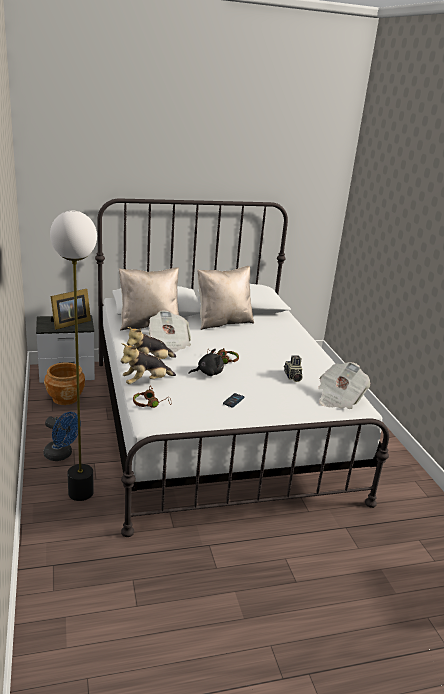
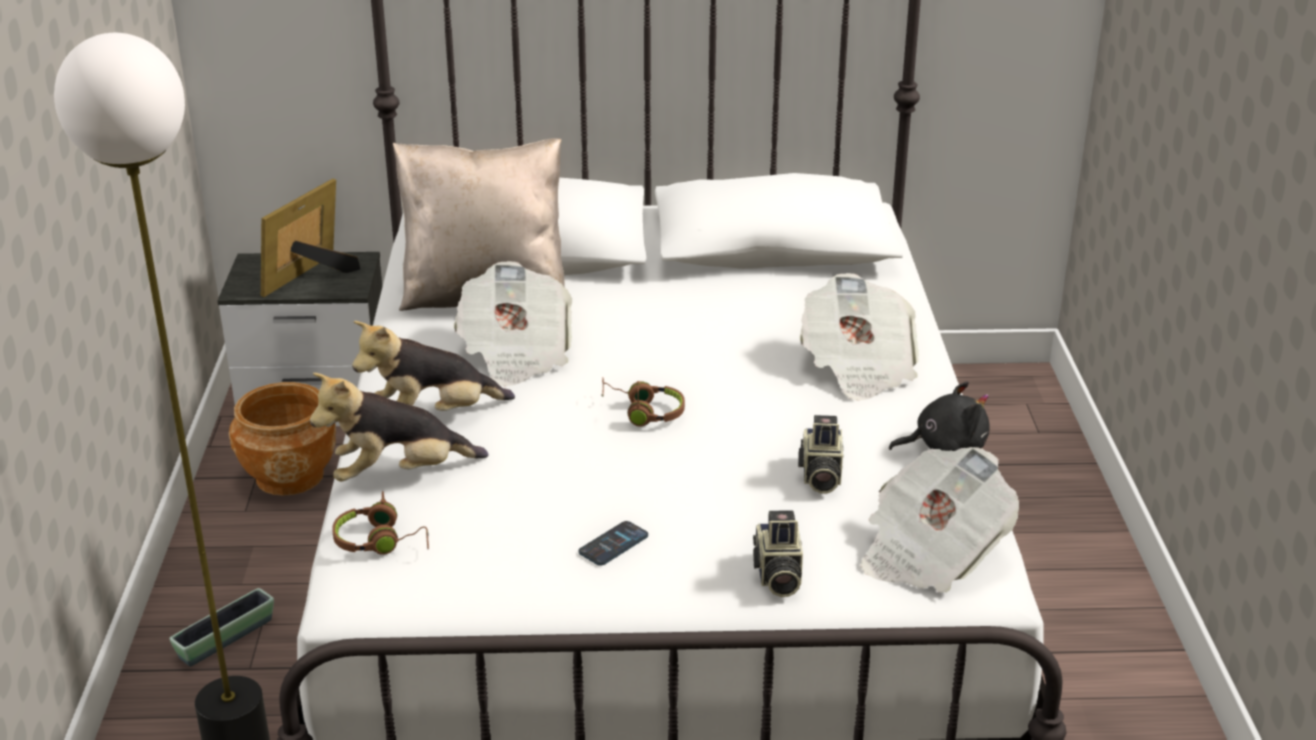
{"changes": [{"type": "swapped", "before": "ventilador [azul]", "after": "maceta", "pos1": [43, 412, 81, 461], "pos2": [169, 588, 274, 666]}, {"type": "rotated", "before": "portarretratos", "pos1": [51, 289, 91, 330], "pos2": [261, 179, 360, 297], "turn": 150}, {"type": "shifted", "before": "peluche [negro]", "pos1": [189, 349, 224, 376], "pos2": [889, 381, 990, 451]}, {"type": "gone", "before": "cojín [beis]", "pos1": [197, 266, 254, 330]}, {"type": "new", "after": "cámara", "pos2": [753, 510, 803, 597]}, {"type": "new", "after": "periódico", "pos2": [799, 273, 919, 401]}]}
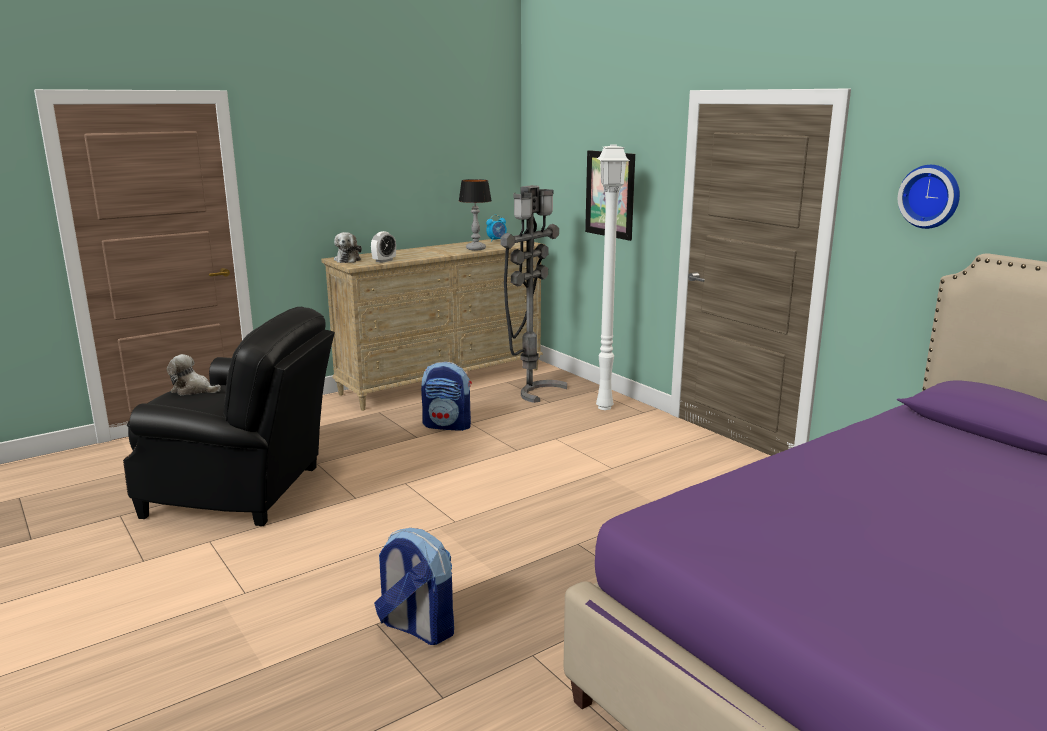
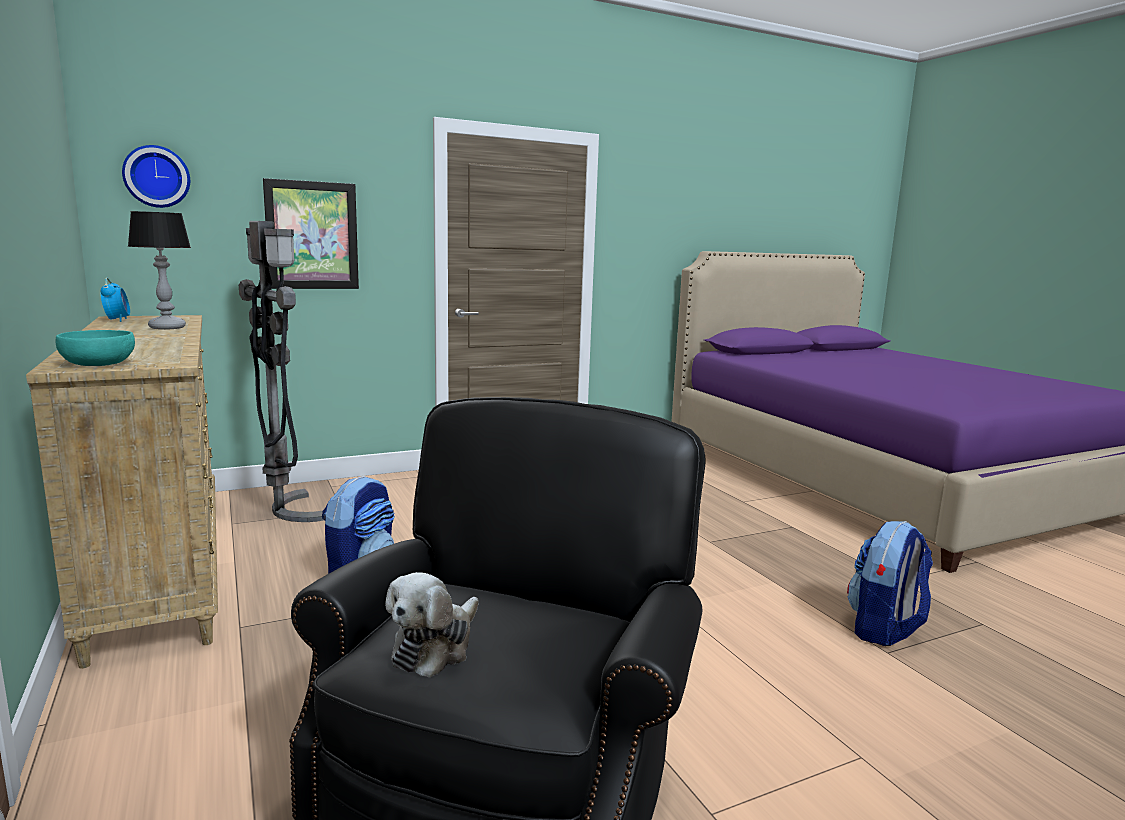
{"changes": [{"type": "swapped", "before": "peluche", "after": "cuenco [turquesa]", "pos1": [334, 232, 362, 263], "pos2": [56, 330, 135, 366]}, {"type": "gone", "before": "despertador", "pos1": [371, 231, 396, 263]}, {"type": "gone", "before": "lámpara de pie [blanco]", "pos1": [596, 144, 630, 410]}, {"type": "shifted", "before": "reloj de pared", "pos1": [898, 165, 960, 229], "pos2": [122, 145, 190, 208]}]}
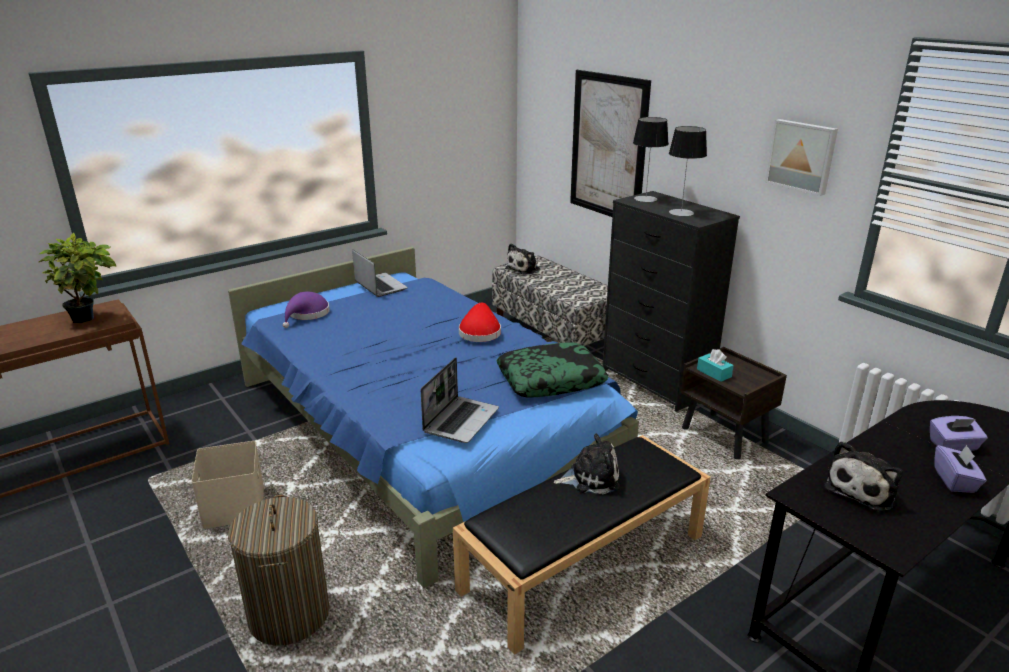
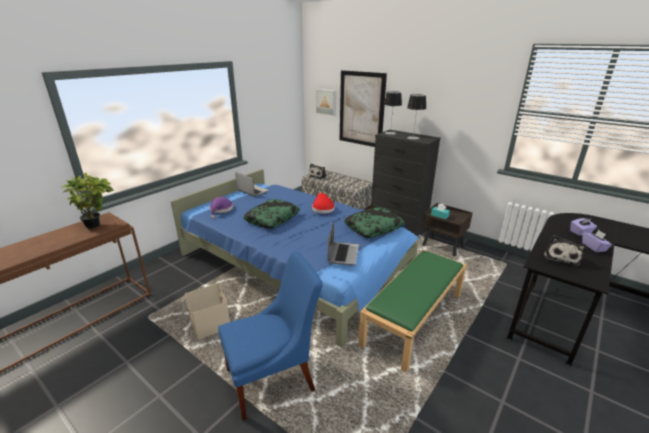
{"changes": [{"type": "swapped", "before": "cesto de la ropa", "after": "silla [azul]", "pos1": [228, 495, 330, 646], "pos2": [218, 251, 323, 421]}, {"type": "repainted", "before": "banco [negro]", "after": "banco [verde]", "pos1": [453, 435, 711, 655], "pos2": [358, 250, 467, 373]}, {"type": "gone", "before": "peluche", "pos1": [553, 434, 620, 494]}, {"type": "shifted", "before": "cuadro", "pos1": [765, 119, 838, 196], "pos2": [315, 89, 336, 116]}, {"type": "new", "after": "cojín", "pos2": [243, 199, 300, 229]}]}
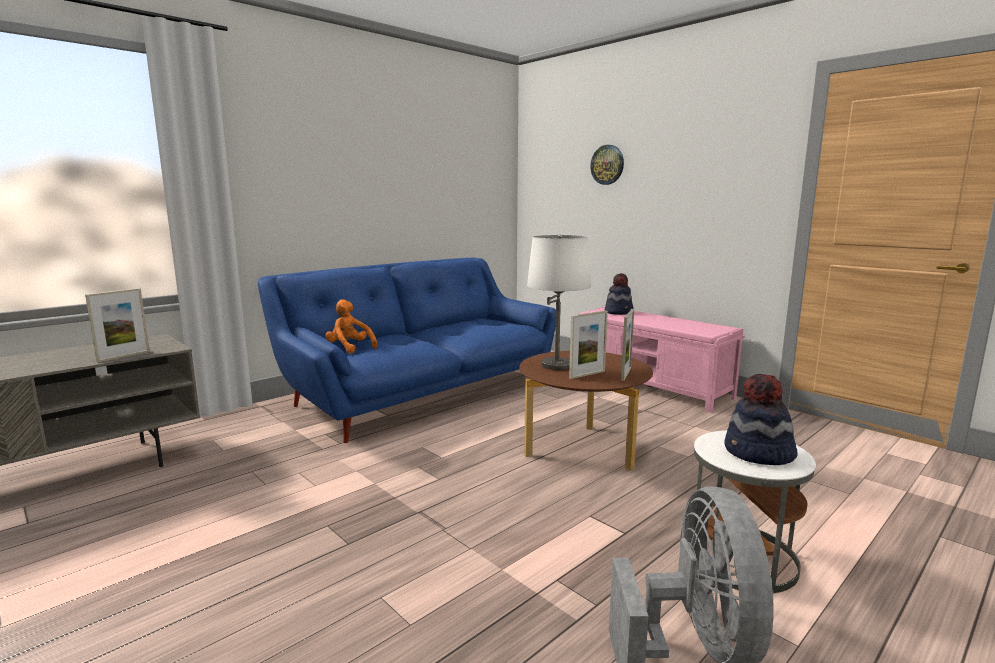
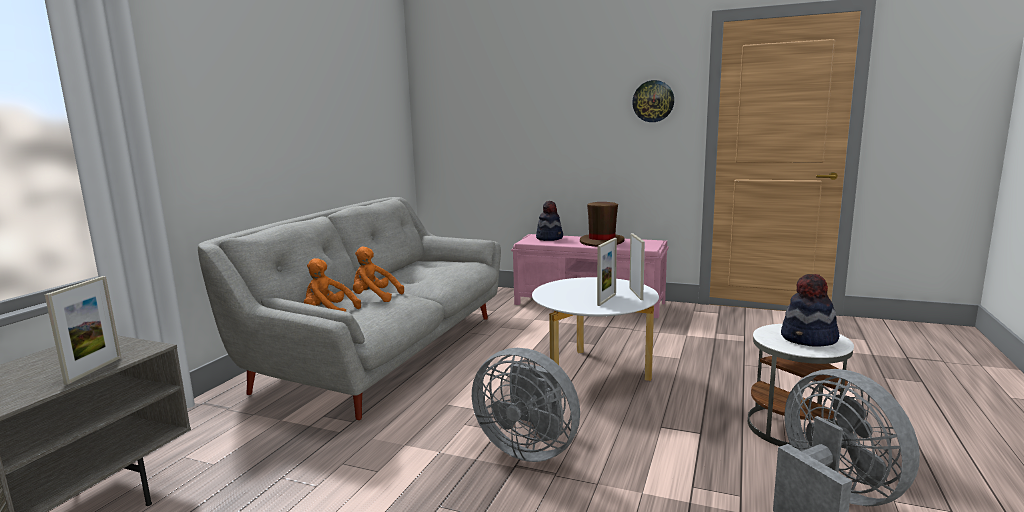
{"changes": [{"type": "repainted", "before": "sofá [azul]", "after": "sofá [gris]", "pos1": [258, 258, 556, 443], "pos2": [198, 197, 501, 420]}, {"type": "repainted", "before": "mesa de centro [marrón]", "after": "mesa de centro [blanco]", "pos1": [519, 351, 653, 471], "pos2": [532, 277, 659, 381]}, {"type": "gone", "before": "lámpara de mesa [blanco]", "pos1": [527, 235, 591, 370]}, {"type": "shifted", "before": "reloj de pared", "pos1": [590, 145, 624, 185], "pos2": [632, 80, 674, 122]}, {"type": "new", "after": "peluche [naranja]", "pos2": [353, 247, 404, 302]}, {"type": "new", "after": "ventilador [gris]", "pos2": [472, 348, 580, 462]}, {"type": "new", "after": "sombrero [marrón]", "pos2": [580, 202, 625, 247]}]}
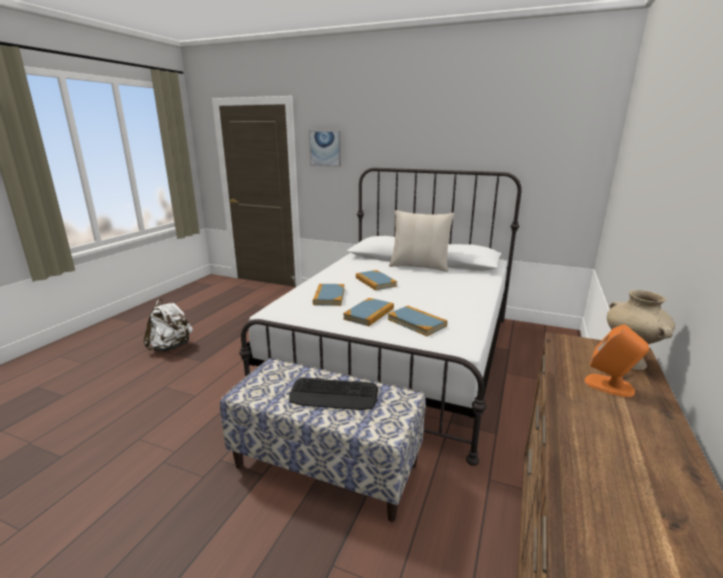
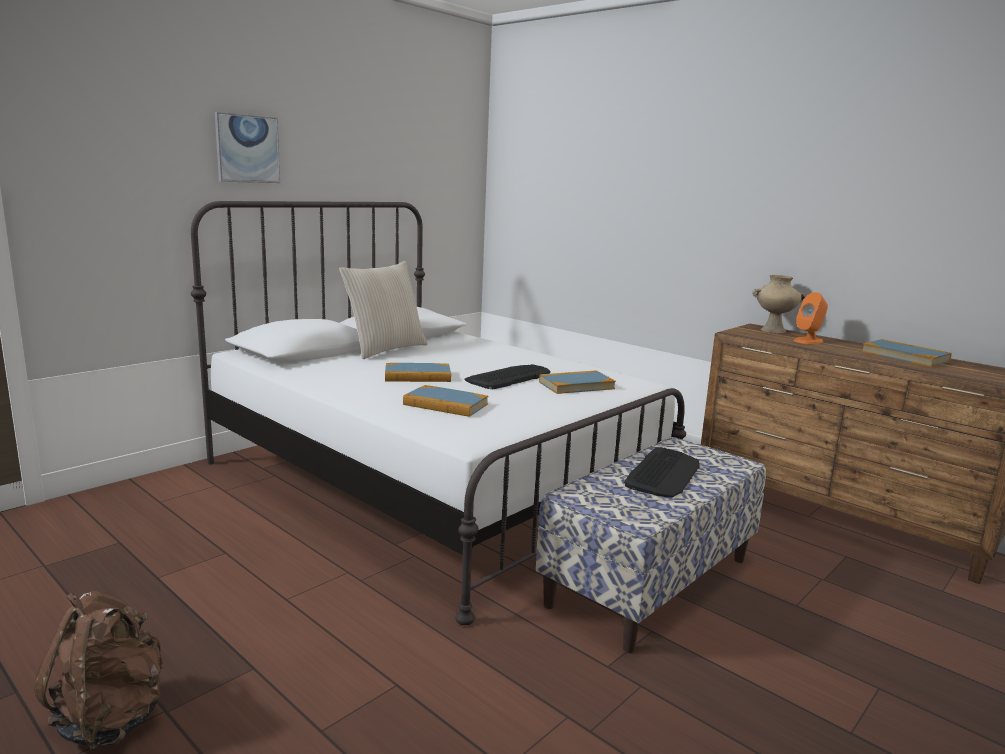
{"changes": [{"type": "repainted", "before": "mochila [blanco]", "after": "mochila [marrón]", "pos1": [144, 299, 193, 351], "pos2": [34, 591, 163, 750]}, {"type": "shifted", "before": "cuadro", "pos1": [309, 131, 341, 167], "pos2": [215, 112, 280, 183]}, {"type": "shifted", "before": "libro", "pos1": [343, 298, 394, 326], "pos2": [862, 339, 952, 367]}, {"type": "new", "after": "teclado", "pos2": [464, 364, 551, 389]}]}
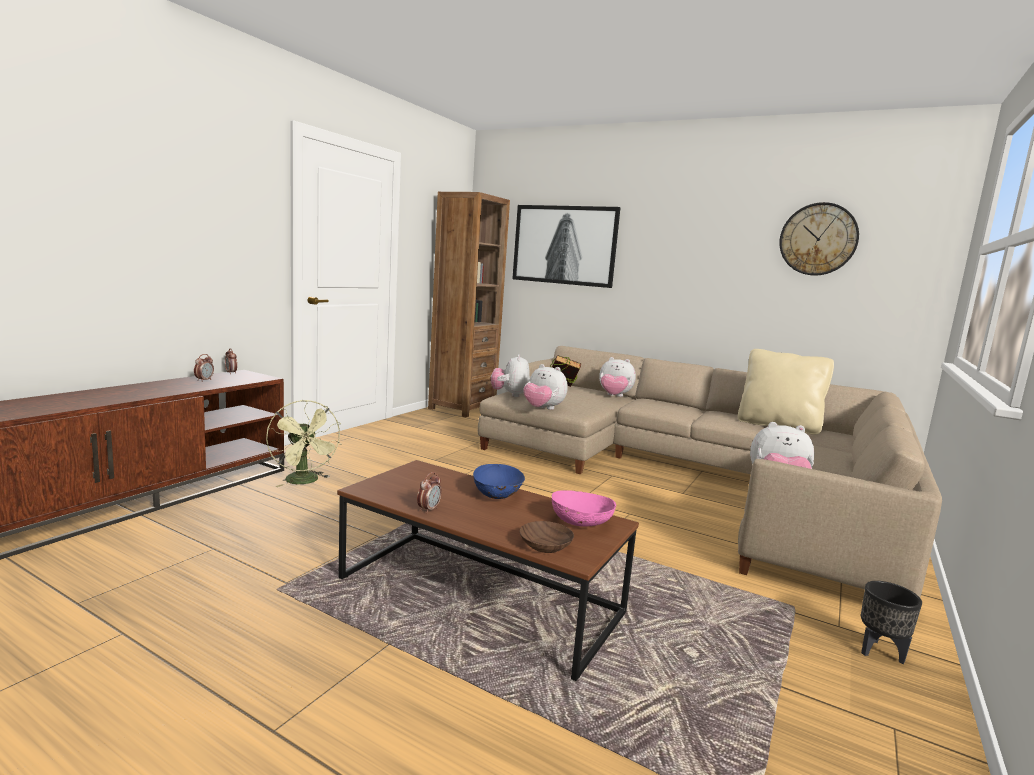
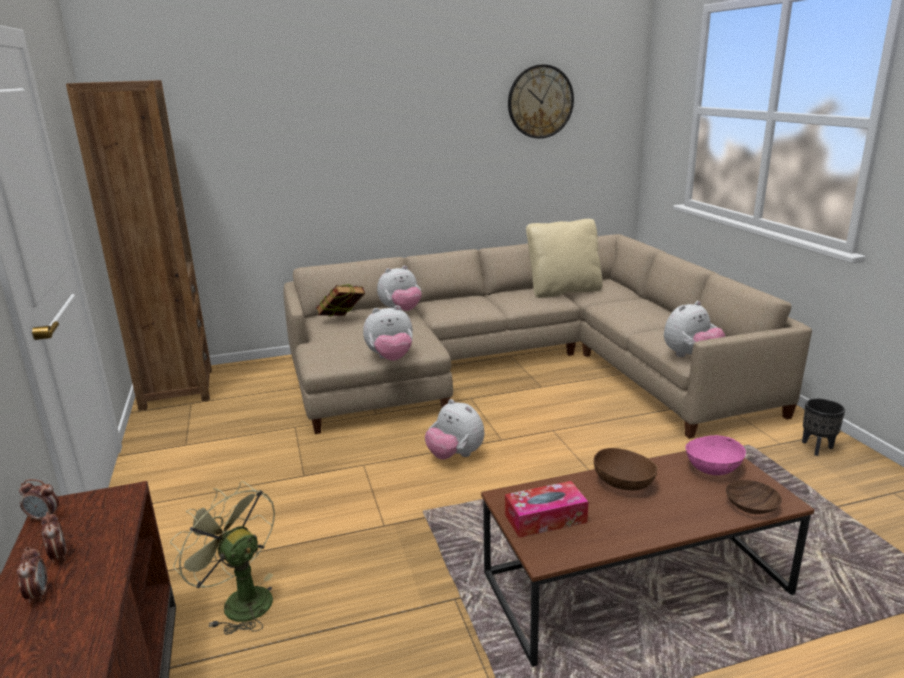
{"changes": [{"type": "rotated", "before": "ventilador [verde]", "pos1": [266, 400, 342, 487], "pos2": [170, 481, 275, 635], "turn": -150}, {"type": "shifted", "before": "despertador", "pos1": [417, 472, 442, 513], "pos2": [17, 547, 47, 603]}, {"type": "repainted", "before": "cuenco [azul]", "after": "cuenco [marrón]", "pos1": [473, 463, 525, 499], "pos2": [594, 448, 658, 490]}, {"type": "shifted", "before": "peluche", "pos1": [491, 354, 530, 397], "pos2": [425, 399, 484, 460]}, {"type": "gone", "before": "cuadro", "pos1": [512, 205, 621, 288]}, {"type": "new", "after": "caja de pañuelos", "pos2": [505, 481, 588, 538]}]}
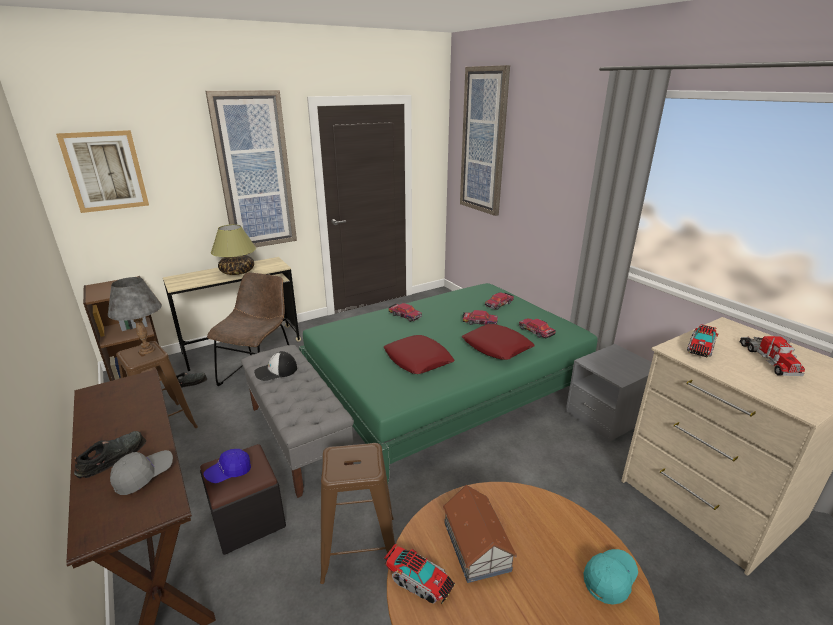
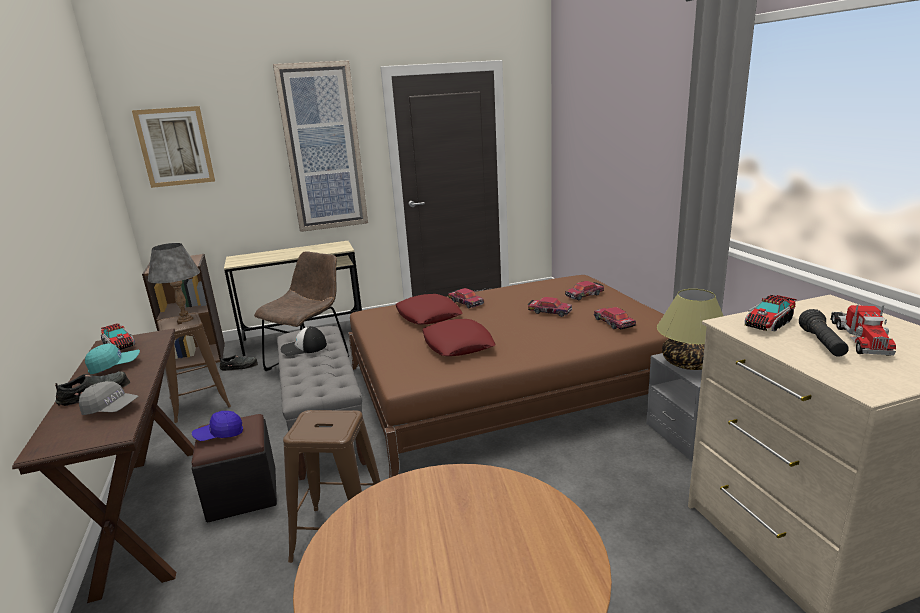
{"changes": [{"type": "rotated", "before": "gorra [gris]", "pos1": [110, 450, 173, 495], "pos2": [79, 381, 139, 415], "turn": 45}, {"type": "shifted", "before": "lámpara de mesa", "pos1": [211, 224, 256, 275], "pos2": [657, 289, 723, 370]}, {"type": "repainted", "before": "cama [verde]", "after": "cama [marrón]", "pos1": [299, 283, 597, 483], "pos2": [348, 275, 669, 478]}, {"type": "shifted", "before": "camión de juguete", "pos1": [384, 544, 455, 604], "pos2": [101, 323, 135, 350]}, {"type": "gone", "before": "casita", "pos1": [442, 485, 517, 583]}, {"type": "gone", "before": "cuadro", "pos1": [460, 65, 510, 216]}, {"type": "shifted", "before": "cojín [rojo]", "pos1": [462, 324, 535, 360], "pos2": [396, 294, 463, 324]}, {"type": "shifted", "before": "gorra [turquesa]", "pos1": [583, 549, 638, 605], "pos2": [85, 343, 140, 374]}, {"type": "new", "after": "linterna [negro]", "pos2": [799, 309, 849, 357]}]}
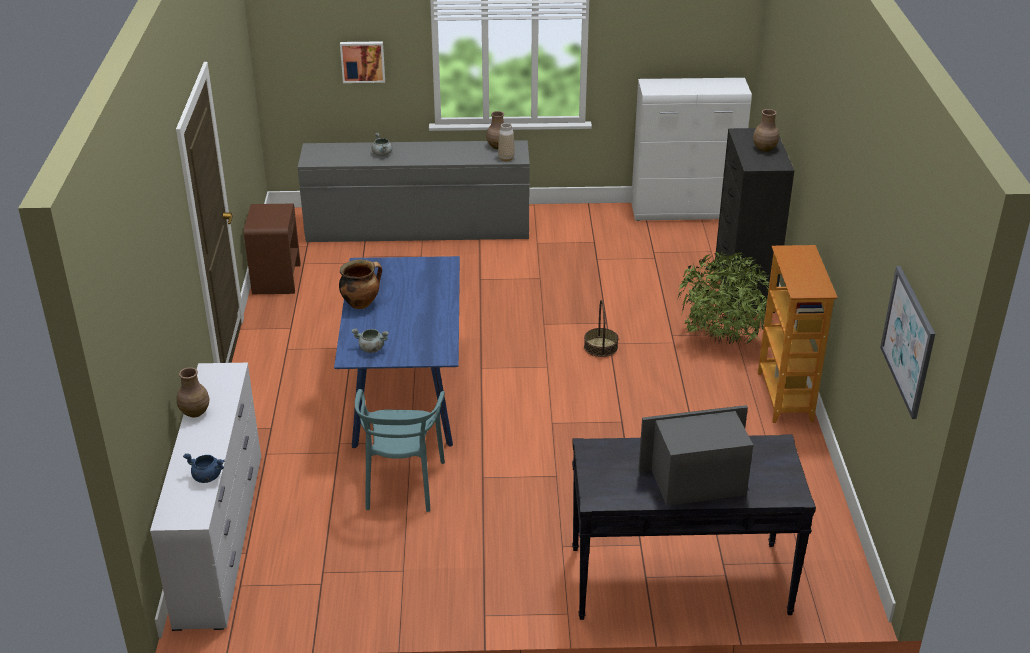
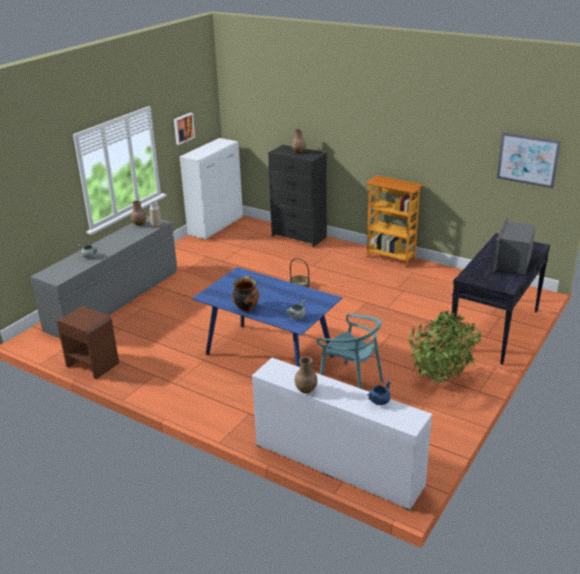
{"changes": [{"type": "shifted", "before": "cuadro", "pos1": [340, 41, 385, 83], "pos2": [174, 113, 195, 145]}, {"type": "shifted", "before": "planta en maceta", "pos1": [678, 251, 773, 346], "pos2": [408, 310, 483, 385]}]}
